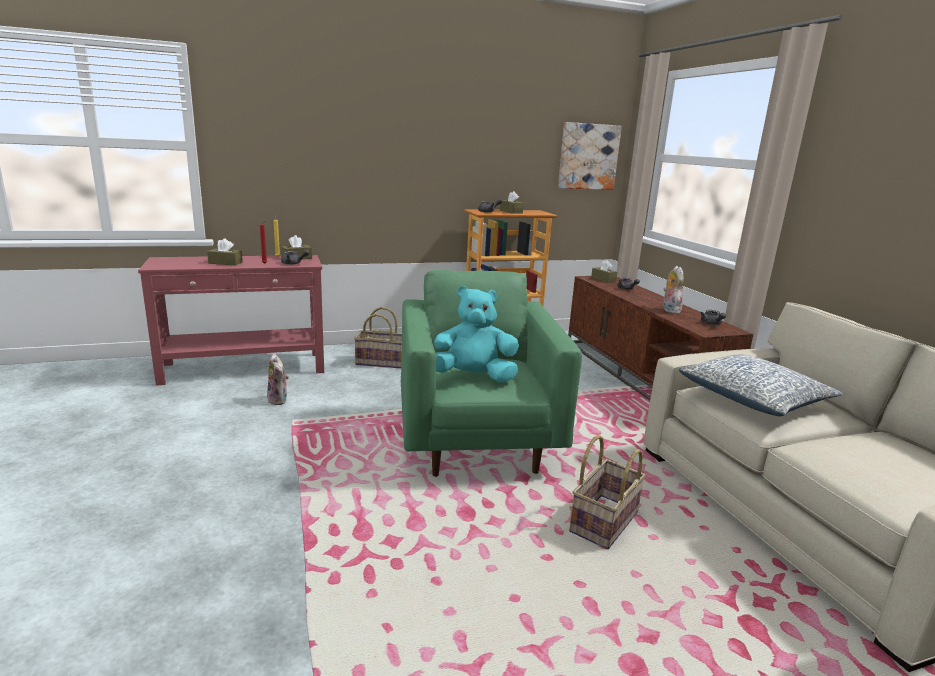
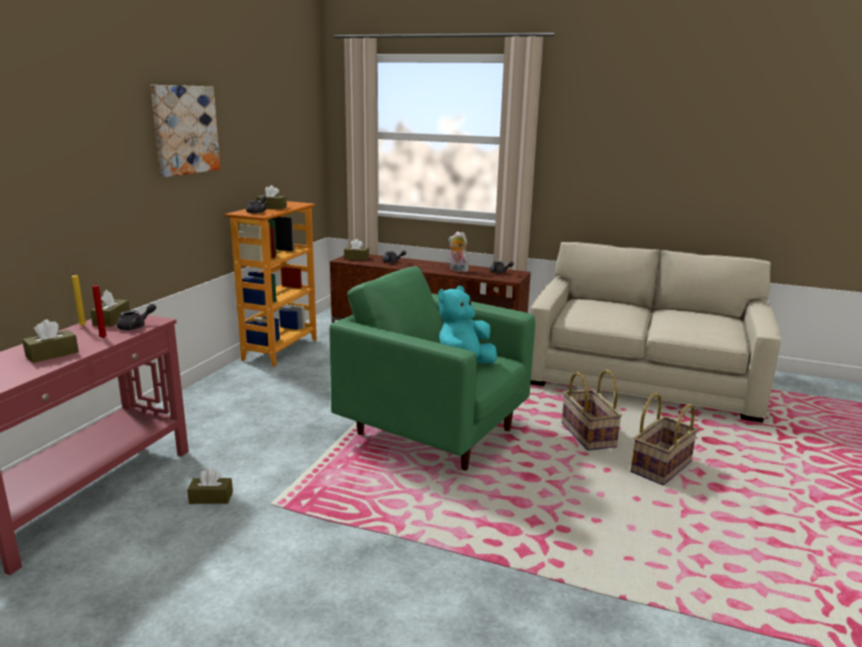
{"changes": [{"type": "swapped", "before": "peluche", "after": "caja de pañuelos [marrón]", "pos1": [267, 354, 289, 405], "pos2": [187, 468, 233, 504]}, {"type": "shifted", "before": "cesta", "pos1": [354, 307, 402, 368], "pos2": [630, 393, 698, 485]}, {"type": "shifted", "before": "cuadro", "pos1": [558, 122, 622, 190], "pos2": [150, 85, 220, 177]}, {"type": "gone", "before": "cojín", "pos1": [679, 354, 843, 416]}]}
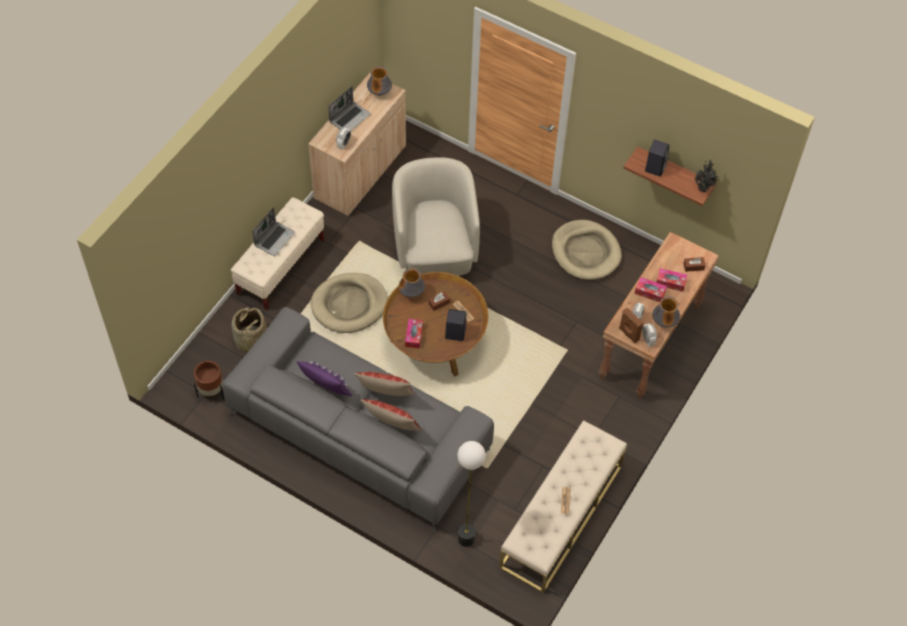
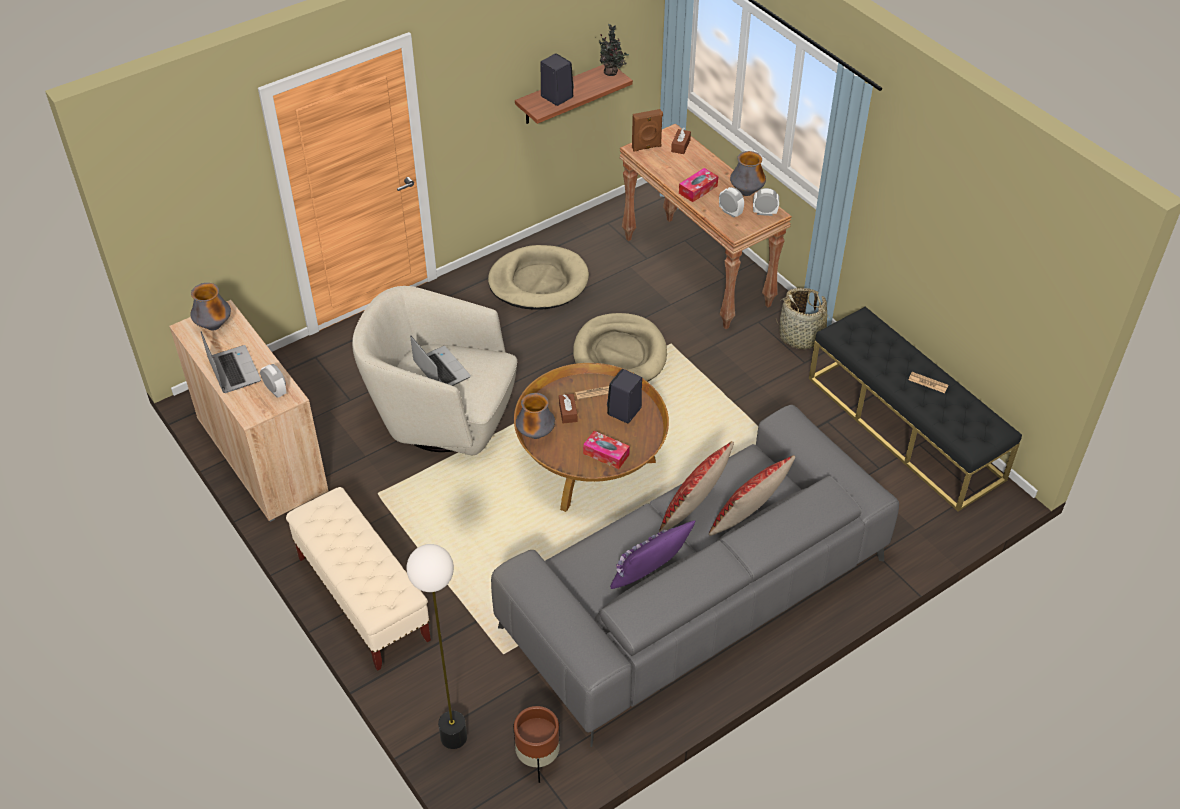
{"changes": [{"type": "shifted", "before": "cesta", "pos1": [231, 308, 267, 352], "pos2": [776, 288, 830, 349]}, {"type": "shifted", "before": "portátil", "pos1": [252, 207, 295, 256], "pos2": [410, 335, 471, 386]}, {"type": "shifted", "before": "cama para perro [beis]", "pos1": [311, 273, 388, 333], "pos2": [573, 313, 667, 382]}, {"type": "shifted", "before": "lámpara de pie", "pos1": [457, 441, 486, 547], "pos2": [407, 544, 467, 749]}, {"type": "repainted", "before": "banco [beis]", "after": "banco [negro]", "pos1": [499, 420, 627, 593], "pos2": [809, 306, 1022, 511]}, {"type": "shifted", "before": "altavoz [marrón]", "pos1": [619, 308, 643, 344], "pos2": [632, 109, 663, 152]}, {"type": "gone", "before": "caja de pañuelos", "pos1": [656, 268, 687, 292]}]}
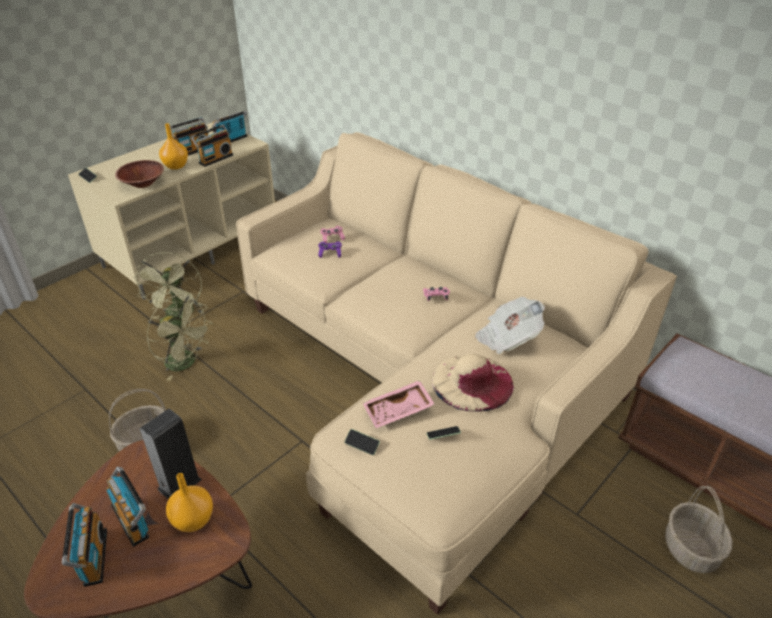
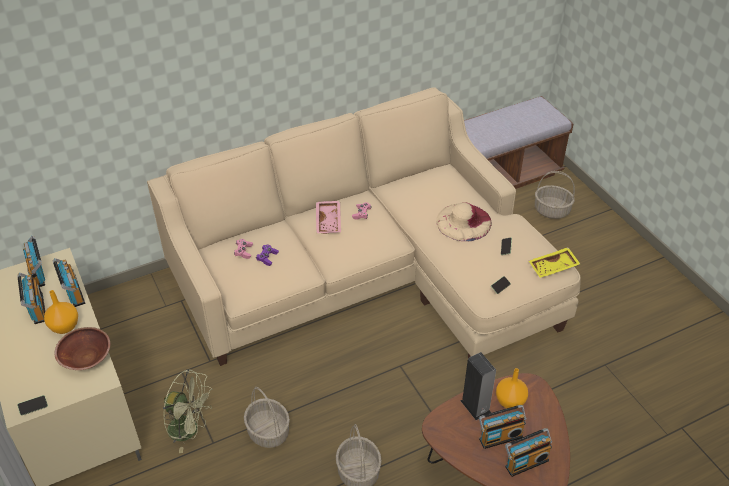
{"changes": [{"type": "rotated", "before": "radio", "pos1": [62, 503, 107, 587], "pos2": [505, 428, 552, 477], "turn": 150}, {"type": "swapped", "before": "ventilador [verde]", "after": "cesta", "pos1": [147, 294, 213, 381], "pos2": [244, 387, 290, 448]}, {"type": "shifted", "before": "bandeja [rosa]", "pos1": [363, 380, 435, 428], "pos2": [316, 201, 341, 234]}, {"type": "gone", "before": "periódico", "pos1": [475, 297, 545, 354]}, {"type": "new", "after": "bandeja [amarillo]", "pos2": [529, 247, 580, 278]}]}
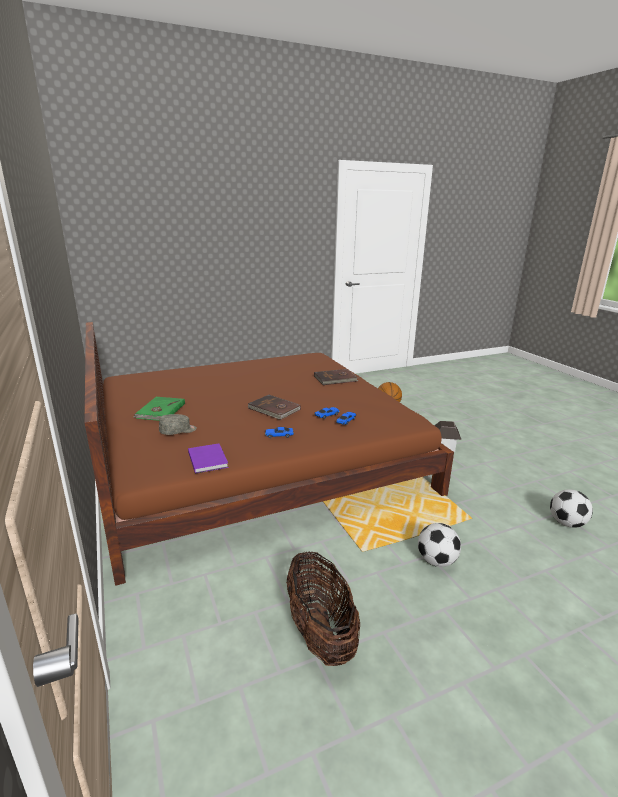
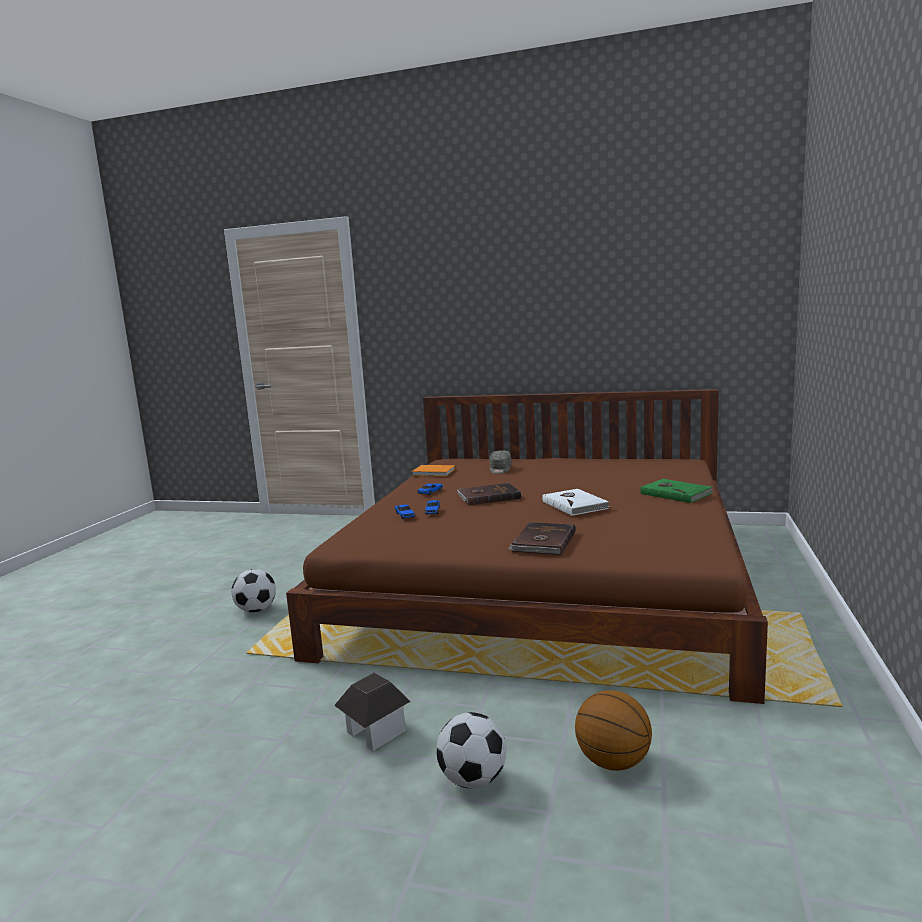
{"changes": [{"type": "shifted", "before": "libro [verde]", "pos1": [133, 397, 185, 421], "pos2": [640, 479, 713, 503]}, {"type": "repainted", "before": "libro [morado]", "after": "libro [naranja]", "pos1": [188, 443, 229, 474], "pos2": [412, 465, 455, 477]}, {"type": "gone", "before": "cesta", "pos1": [286, 551, 360, 666]}, {"type": "shifted", "before": "balón de fútbol", "pos1": [550, 489, 593, 528], "pos2": [436, 712, 506, 788]}, {"type": "new", "after": "libro [blanco]", "pos2": [542, 489, 609, 516]}]}
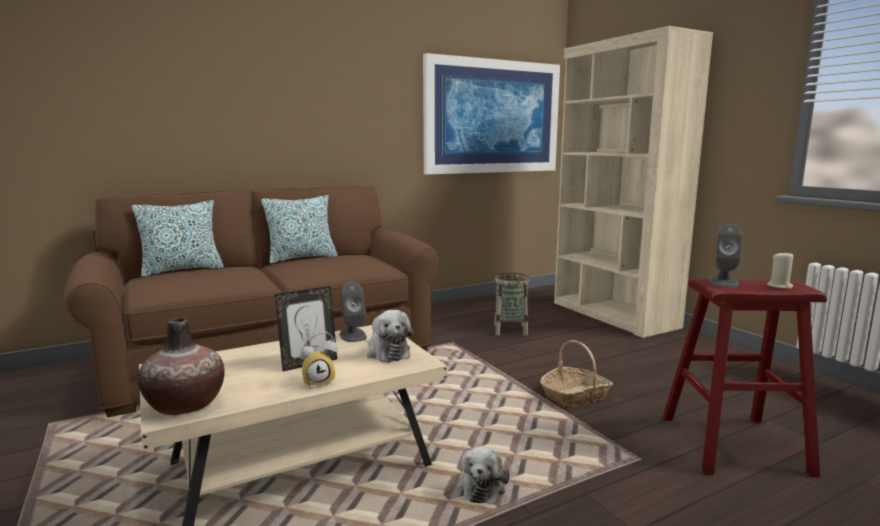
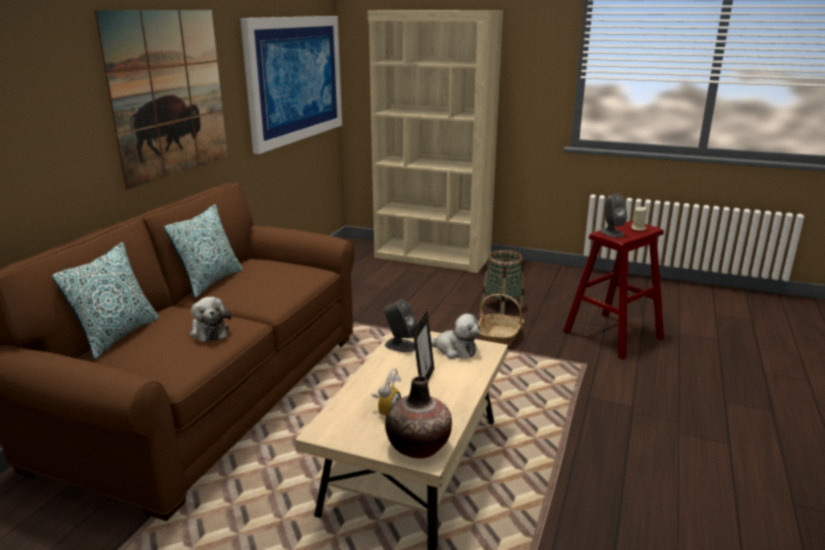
{"changes": [{"type": "shifted", "before": "despertador", "pos1": [300, 331, 337, 387], "pos2": [371, 368, 402, 416]}, {"type": "shifted", "before": "peluche", "pos1": [458, 447, 509, 504], "pos2": [190, 297, 231, 342]}, {"type": "shifted", "before": "cesta", "pos1": [494, 273, 530, 336], "pos2": [482, 250, 524, 315]}, {"type": "new", "after": "cuadro", "pos2": [94, 10, 228, 189]}]}
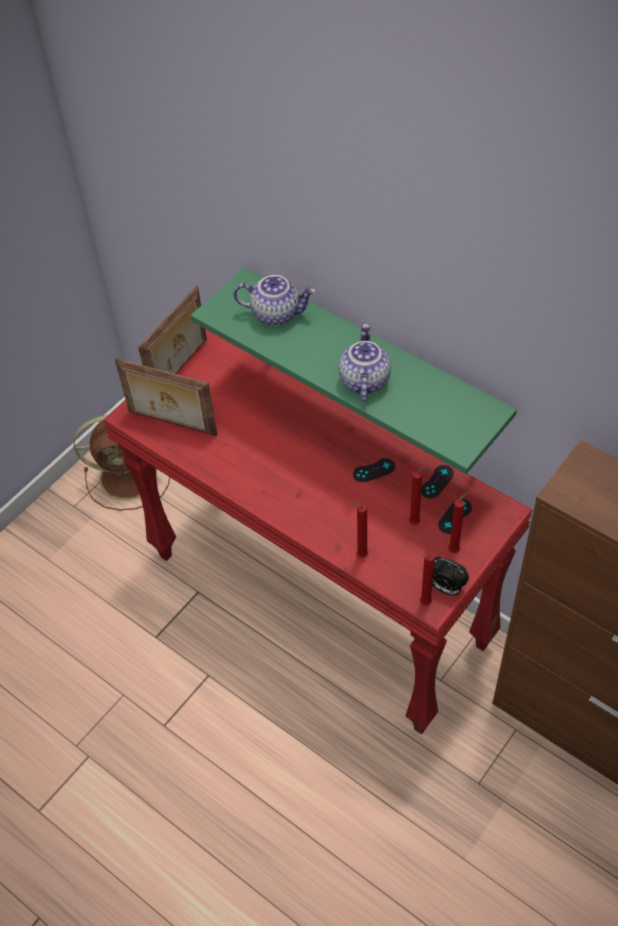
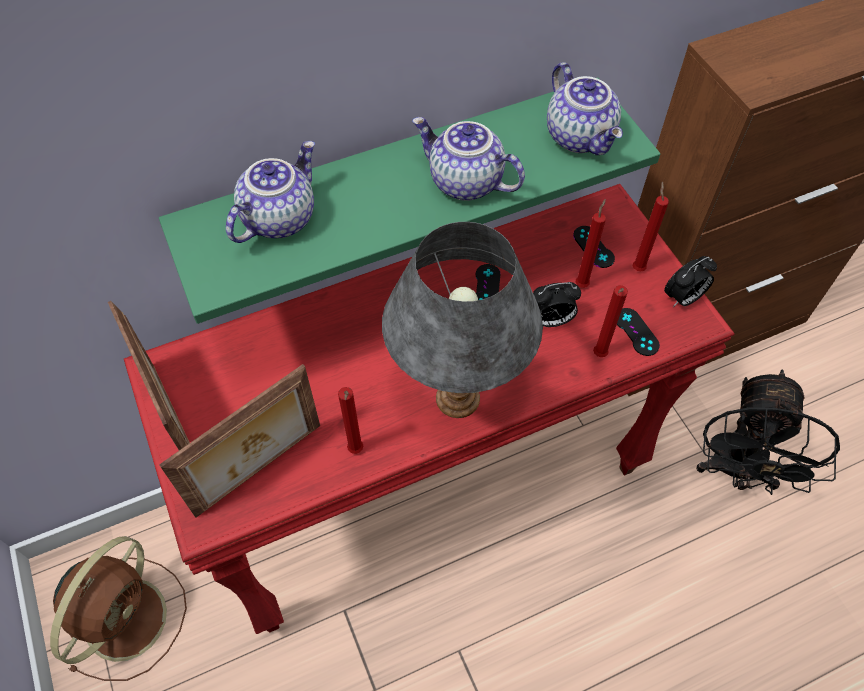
{"changes": [{"type": "shifted", "before": "vela [rojo]", "pos1": [420, 552, 435, 605], "pos2": [338, 387, 363, 454]}, {"type": "shifted", "before": "mando de consola [negro]", "pos1": [421, 465, 454, 499], "pos2": [617, 308, 660, 356]}, {"type": "new", "after": "lámpara de mesa [gris]", "pos2": [382, 222, 543, 418]}, {"type": "new", "after": "despertador", "pos2": [533, 282, 581, 327]}, {"type": "new", "after": "tetera", "pos2": [547, 62, 623, 155]}, {"type": "new", "after": "ventilador [negro]", "pos2": [696, 370, 840, 495]}]}
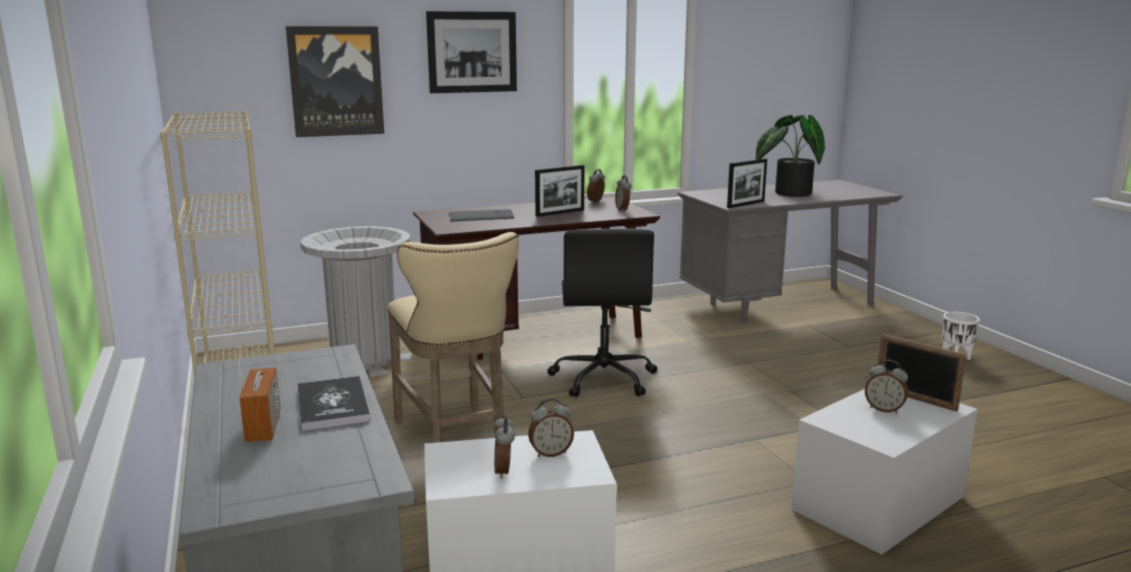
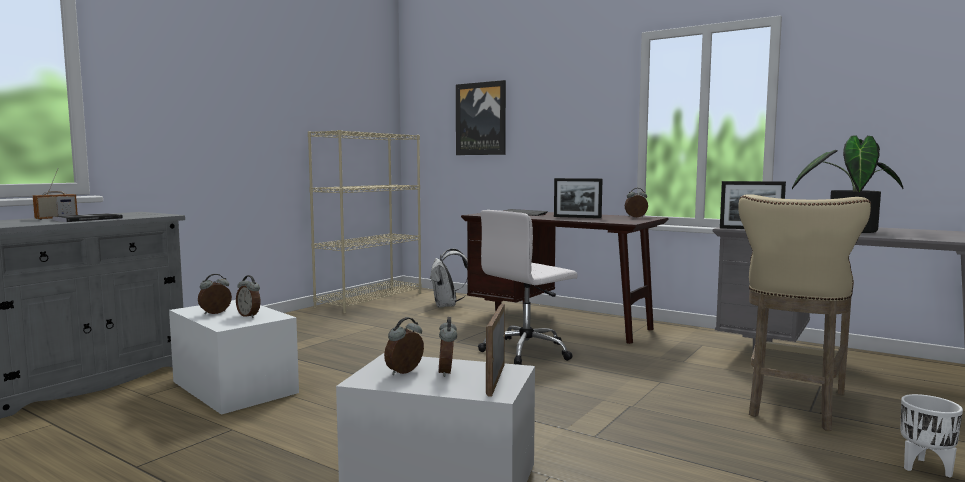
{"changes": [{"type": "swapped", "before": "papelera [gris]", "after": "mochila [blanco]", "pos1": [300, 226, 411, 378], "pos2": [430, 248, 468, 308]}, {"type": "shifted", "before": "taburete [beis]", "pos1": [387, 232, 519, 443], "pos2": [738, 194, 871, 431]}, {"type": "gone", "before": "cuadro", "pos1": [426, 11, 517, 93]}, {"type": "repainted", "before": "silla de oficina [negro]", "after": "silla de oficina [blanco]", "pos1": [548, 229, 657, 397], "pos2": [478, 210, 578, 365]}, {"type": "shifted", "before": "despertador", "pos1": [615, 175, 631, 211], "pos2": [384, 317, 424, 375]}]}
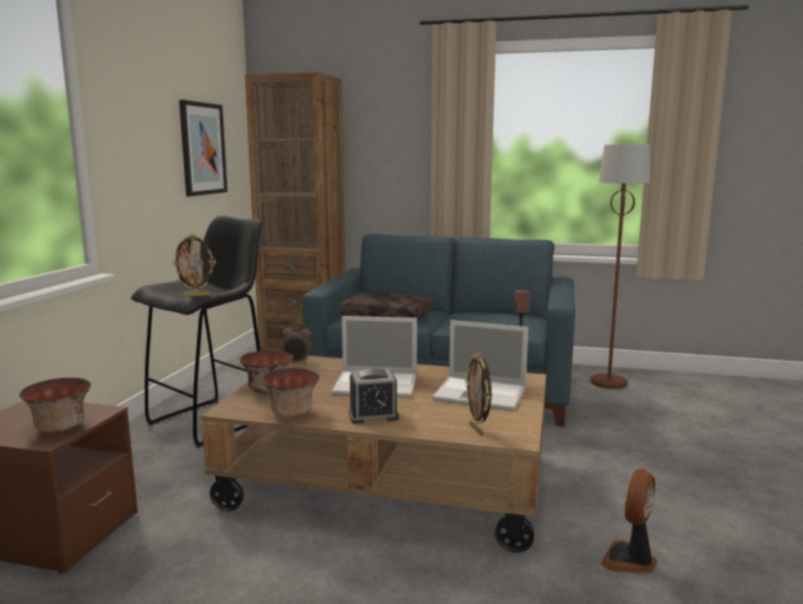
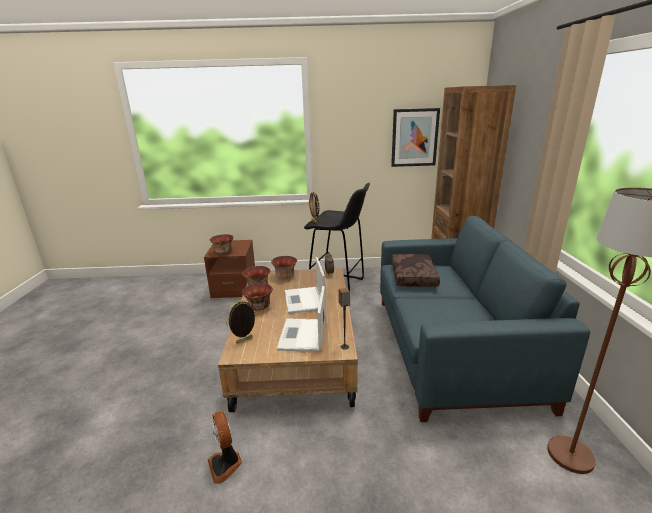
{"changes": [{"type": "swapped", "before": "despertador", "after": "cuenco", "pos1": [348, 368, 399, 424], "pos2": [242, 283, 273, 311]}, {"type": "rotated", "before": "ventilador", "pos1": [601, 469, 657, 572], "pos2": [207, 411, 242, 484], "turn": -135}]}
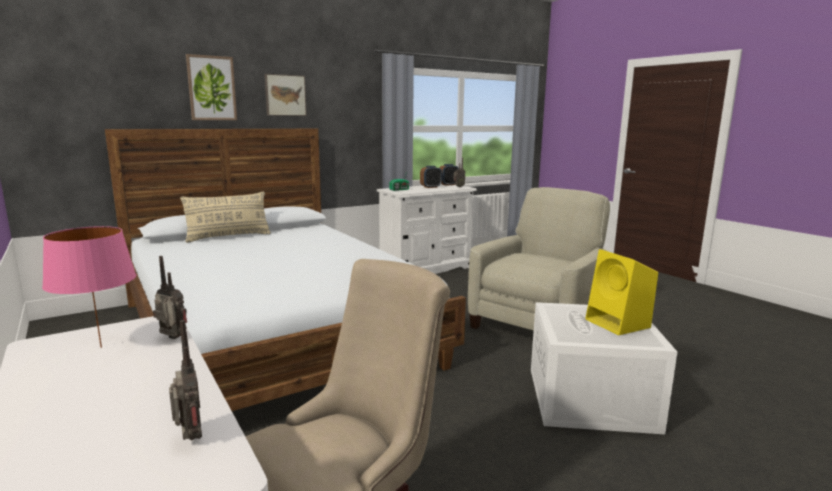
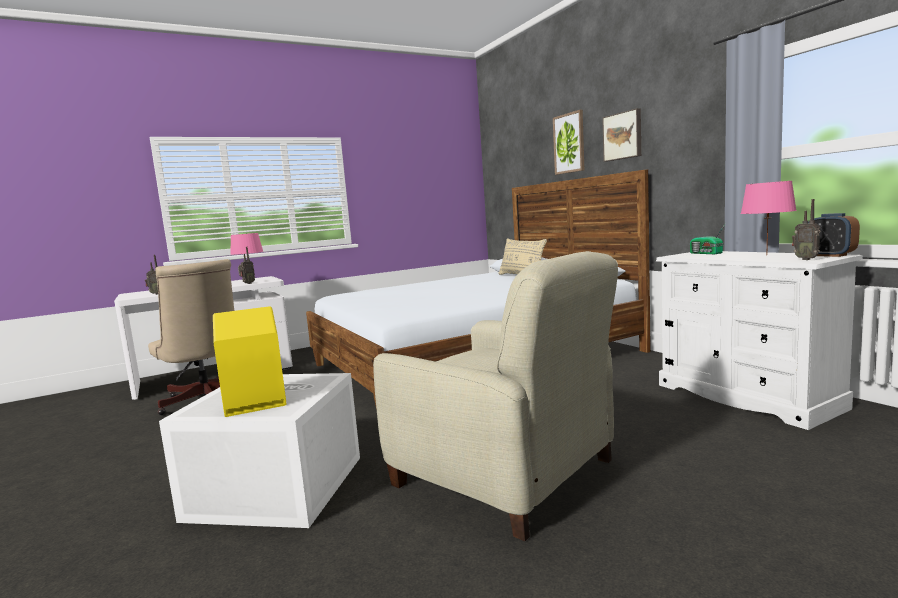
{"changes": [{"type": "swapped", "before": "despertador", "after": "lámpara de mesa [rosa]", "pos1": [420, 166, 442, 188], "pos2": [741, 181, 797, 256]}]}
